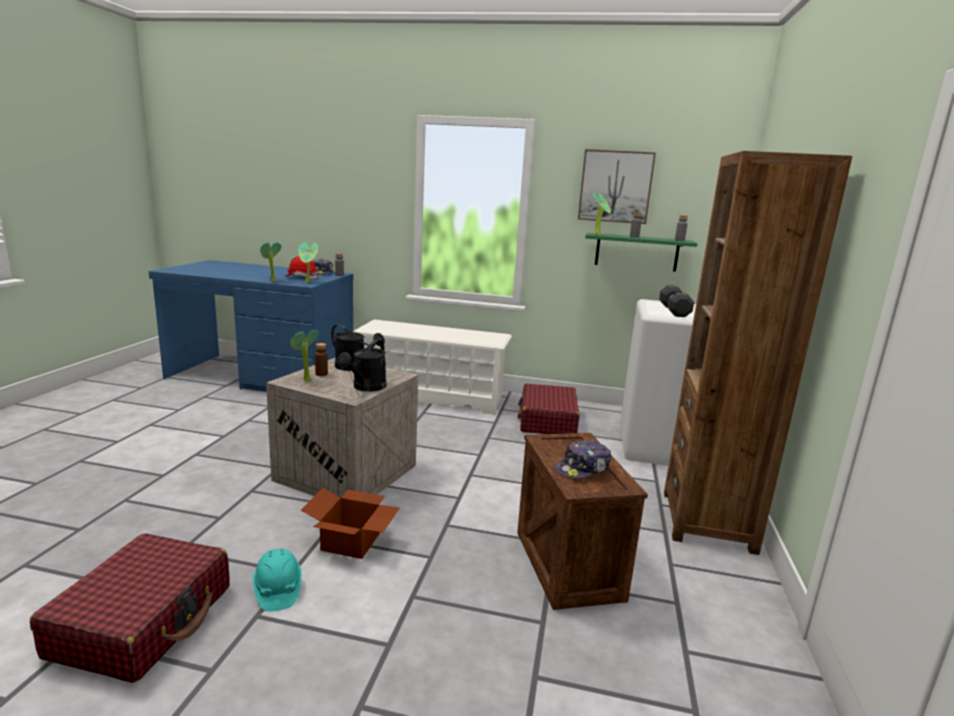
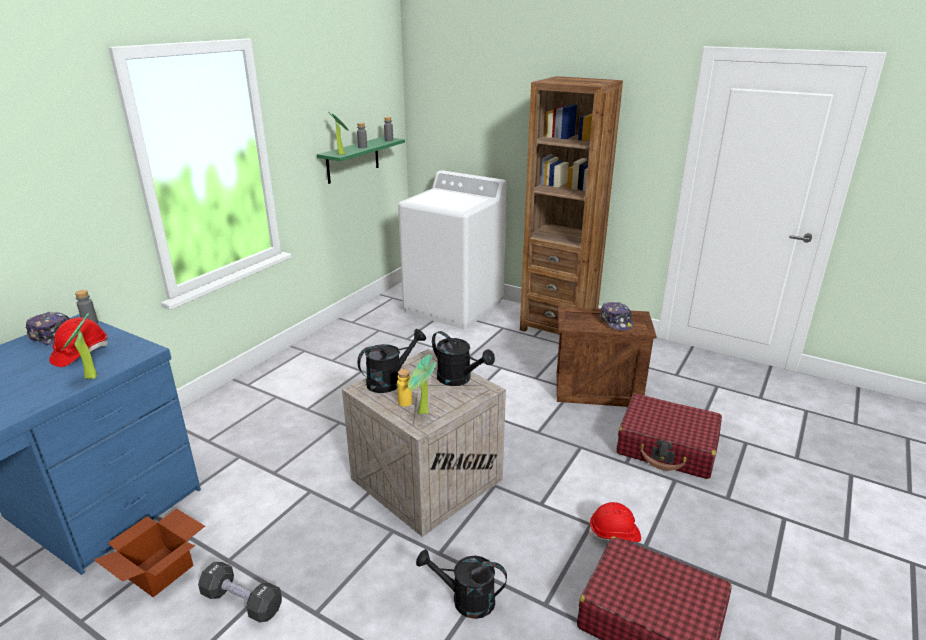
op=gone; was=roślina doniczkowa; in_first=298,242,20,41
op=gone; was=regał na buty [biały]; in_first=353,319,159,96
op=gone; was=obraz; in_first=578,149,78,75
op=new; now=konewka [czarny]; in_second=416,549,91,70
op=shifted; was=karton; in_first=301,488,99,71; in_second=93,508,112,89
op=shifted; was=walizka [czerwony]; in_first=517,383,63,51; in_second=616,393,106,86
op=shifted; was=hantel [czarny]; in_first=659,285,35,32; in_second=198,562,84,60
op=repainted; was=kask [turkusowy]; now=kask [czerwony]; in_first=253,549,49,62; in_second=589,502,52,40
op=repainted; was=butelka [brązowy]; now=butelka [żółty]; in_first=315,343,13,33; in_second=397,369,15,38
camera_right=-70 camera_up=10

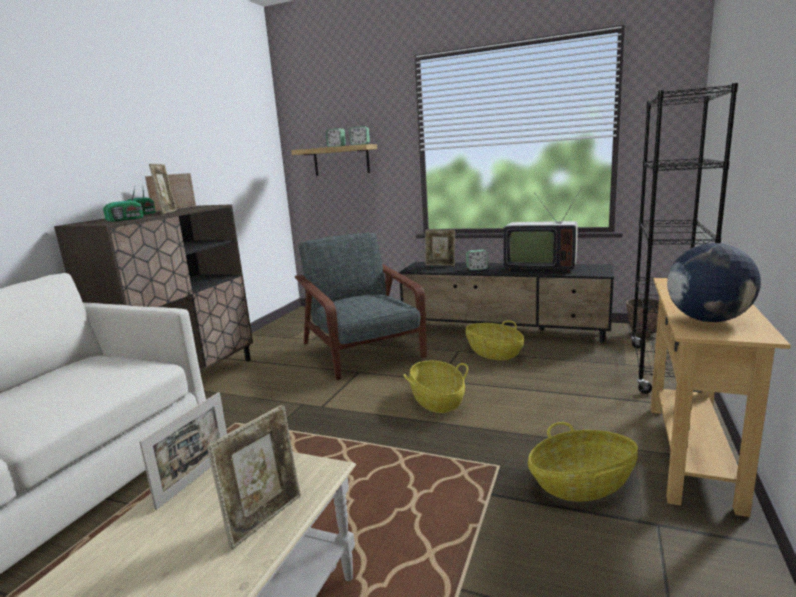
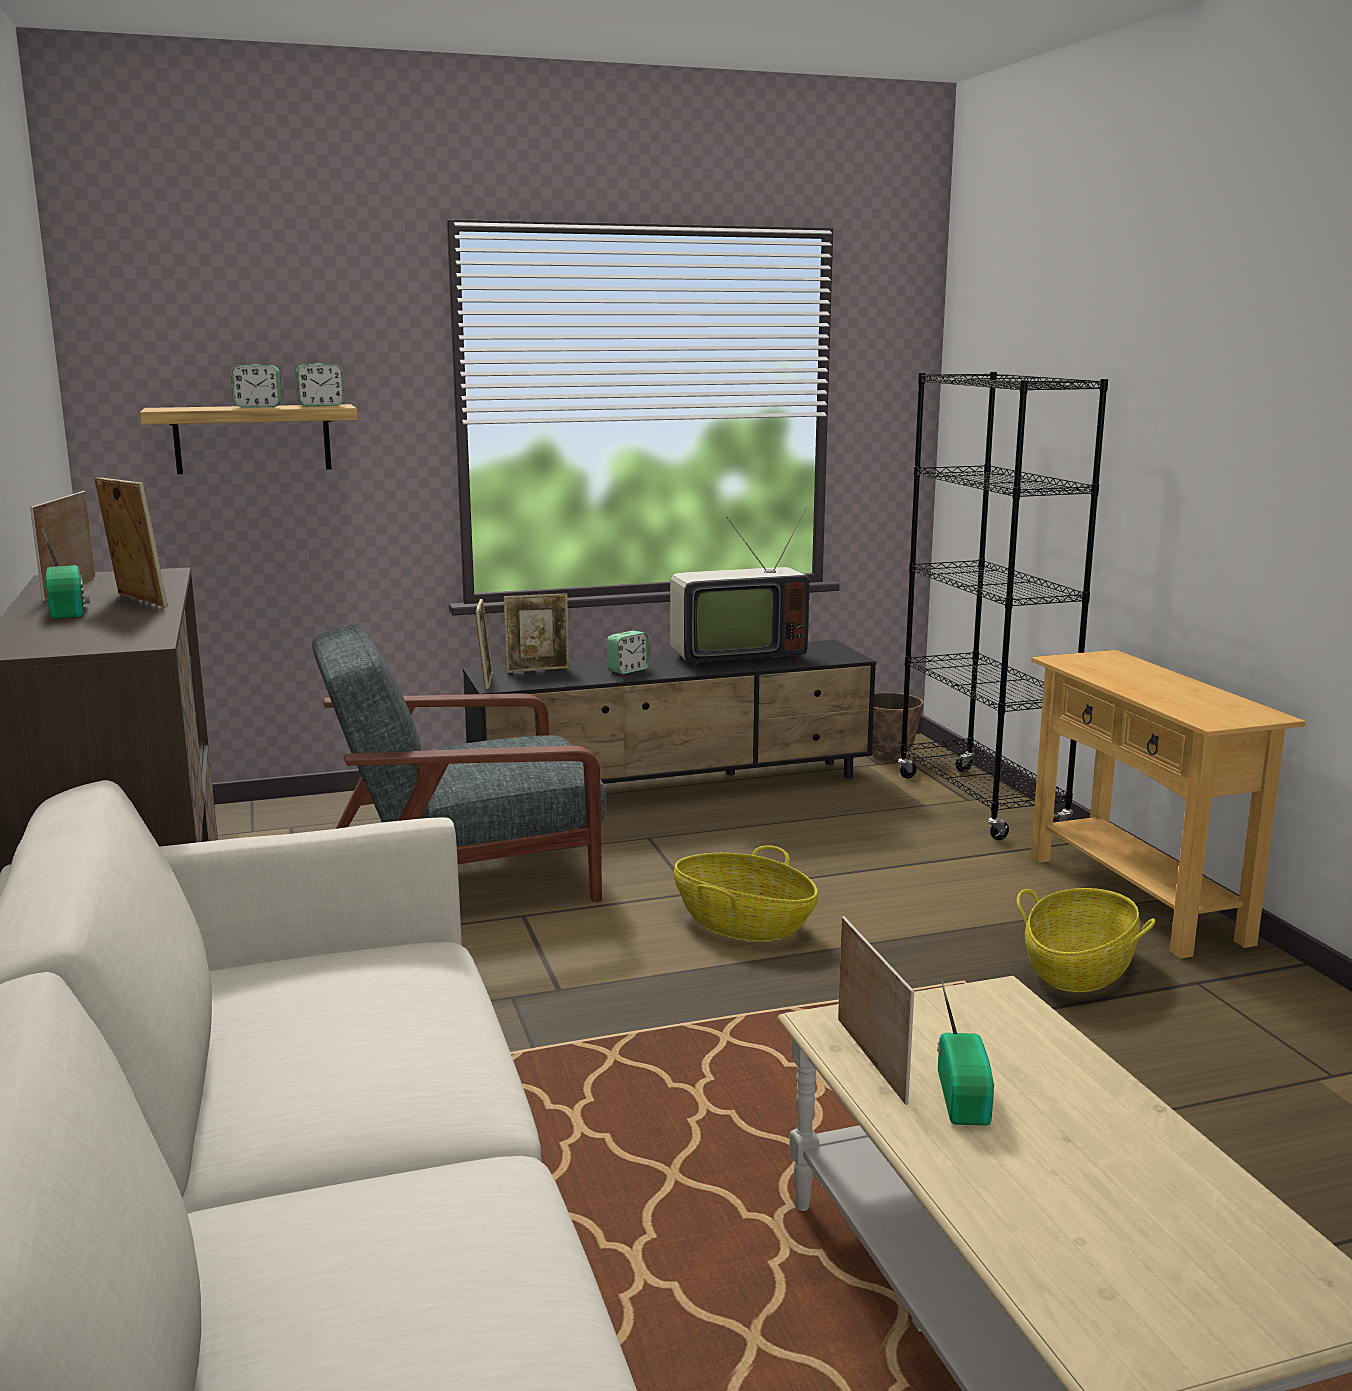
op=gone; was=koszyk; in_first=465,320,59,40
op=gone; was=globus; in_first=667,243,94,79
op=shifted; was=radio; in_first=103,188,40,34; in_second=937,979,57,147
op=shifted; was=ramka na zdjęcie; in_first=207,405,94,144; in_second=475,599,18,90
op=rotated; was=fotel [szary]; in_first=295,232,132,148; in_second=312,624,295,278; clockwise=-45
camera_right=-40 camera_up=0

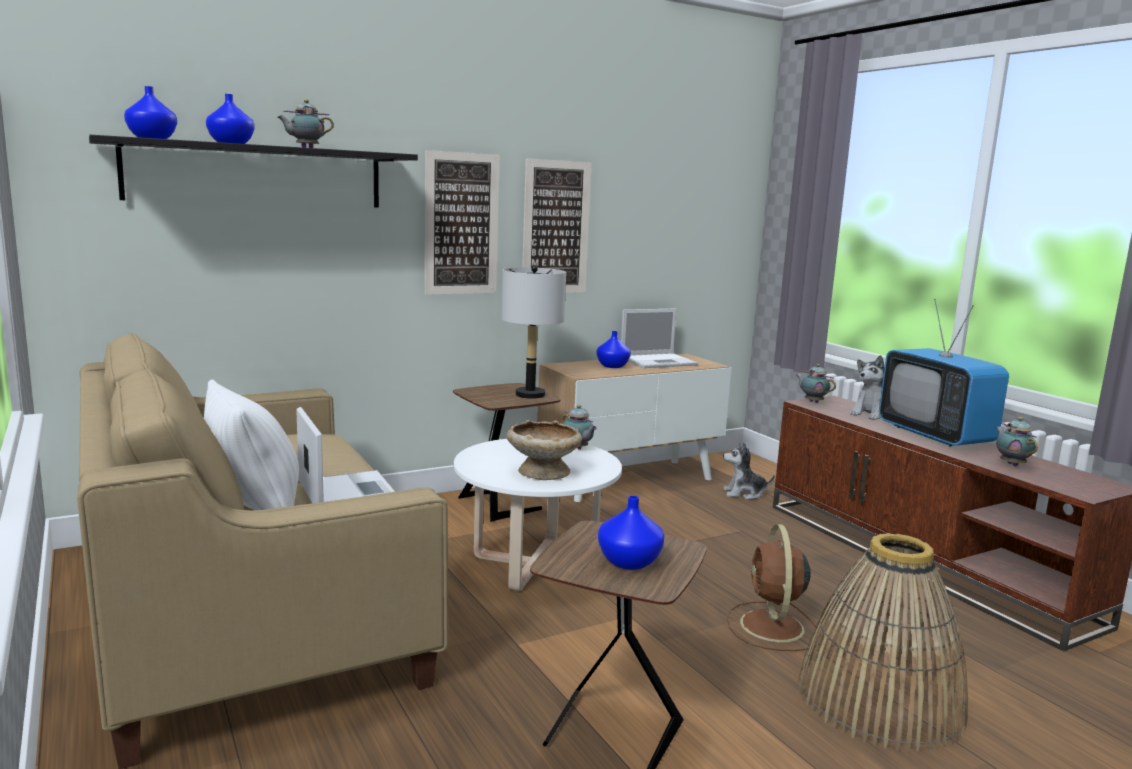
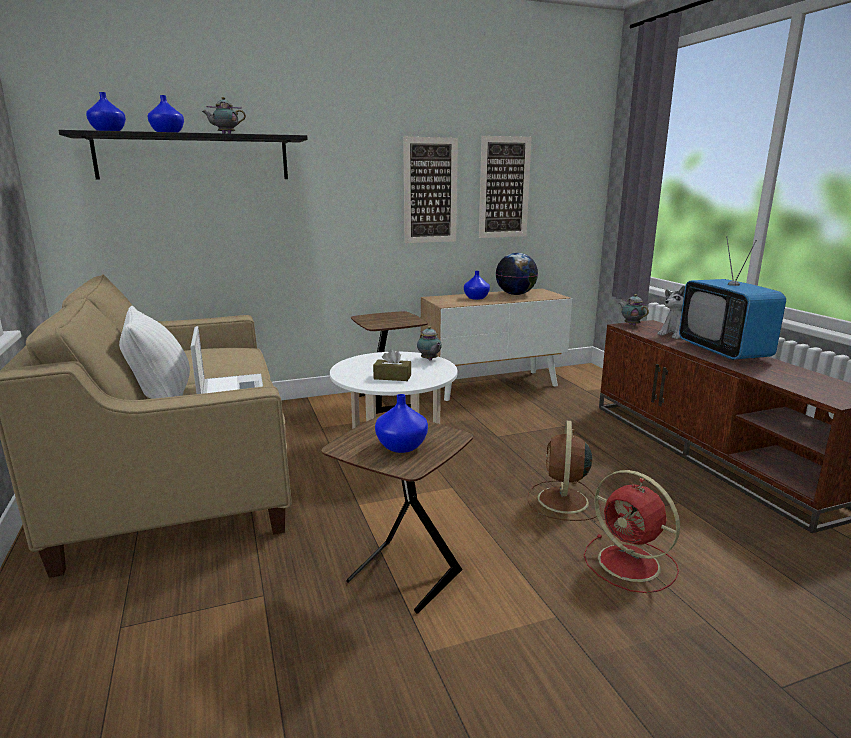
op=gone; was=lampa stołowa [szary]; in_first=501,265,65,134
op=gone; was=pluszak; in_first=723,442,52,58
op=gone; was=imbryk; in_first=995,417,43,49
op=shifted; was=obraz; in_first=425,150,75,145; in_second=479,136,53,102
op=swapped; was=miska [beżowy]; now=pudełko chusteczek [brązowy]; in_first=506,420,76,60; in_second=373,349,38,32
op=swapped; was=laptop; now=globus; in_first=621,309,77,59; in_second=495,253,43,42
op=swapped; was=koszyk; now=wentylator [czerwony]; in_first=798,533,170,219; in_second=584,470,96,123
camera_right=10 camera_up=5

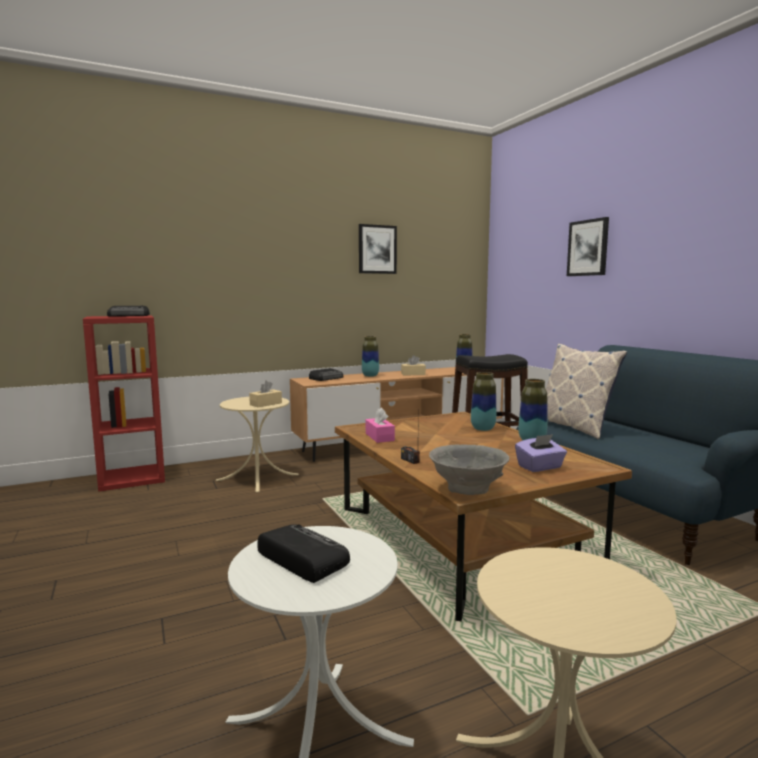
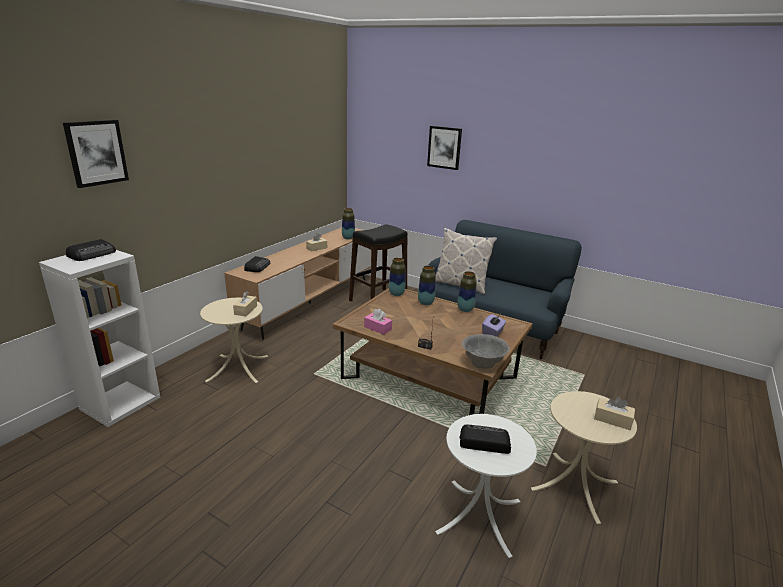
op=new; now=pudełko chusteczek [beżowy]; in_second=594,397,41,33
op=shifted; was=obraz; in_first=359,224,38,50; in_second=63,120,66,68
op=shifted; was=wazon; in_first=362,336,17,41; in_second=389,258,16,38
op=repainted; was=regał [czerwony]; now=regał [biały]; in_first=83,315,82,177; in_second=39,250,121,177
camera_right=-35 camera_up=15

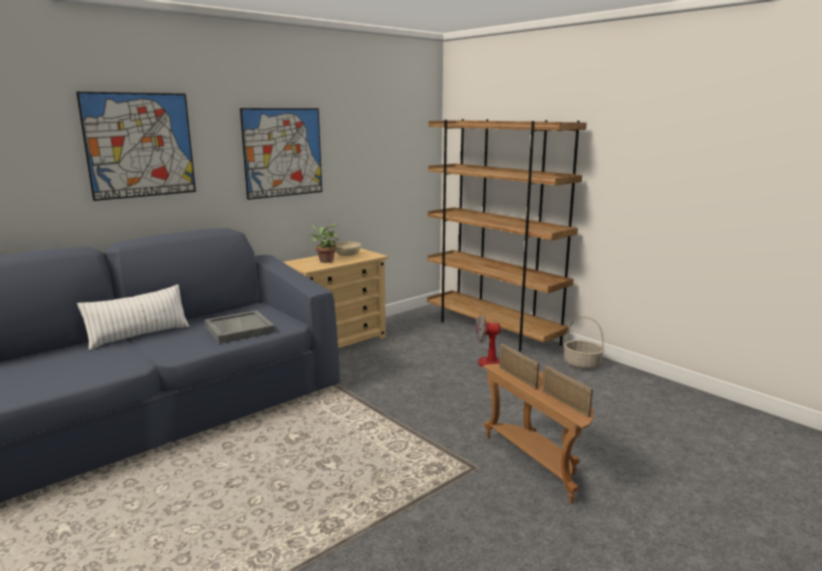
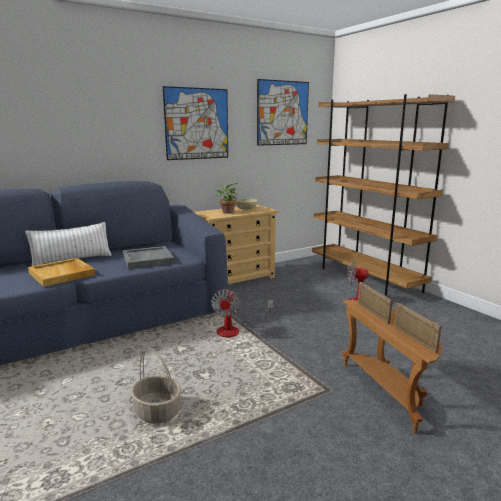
op=new; now=taca [beżowy]; in_second=28,258,67,29
op=new; now=wentylator; in_second=211,289,62,48
op=shifted; was=obraz; in_first=76,92,120,109; in_second=257,79,52,67
op=shifted; was=koszyk; in_first=563,316,41,54; in_second=131,348,50,75
camera_right=10 camera_up=0

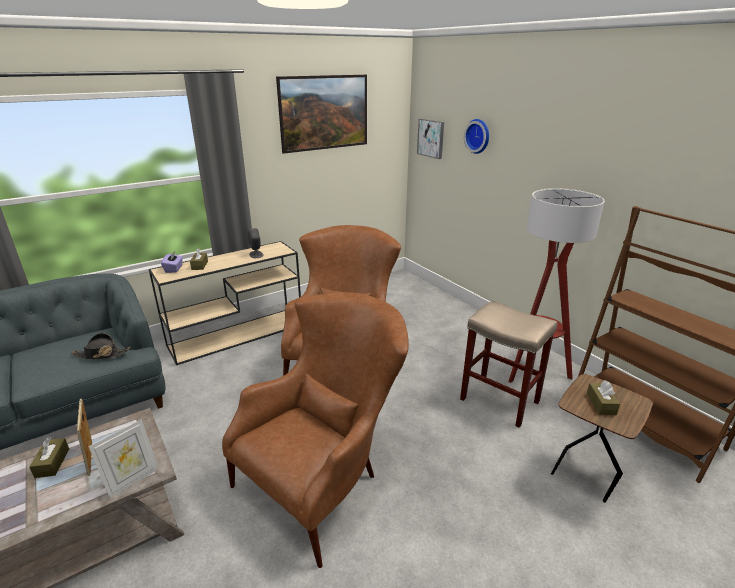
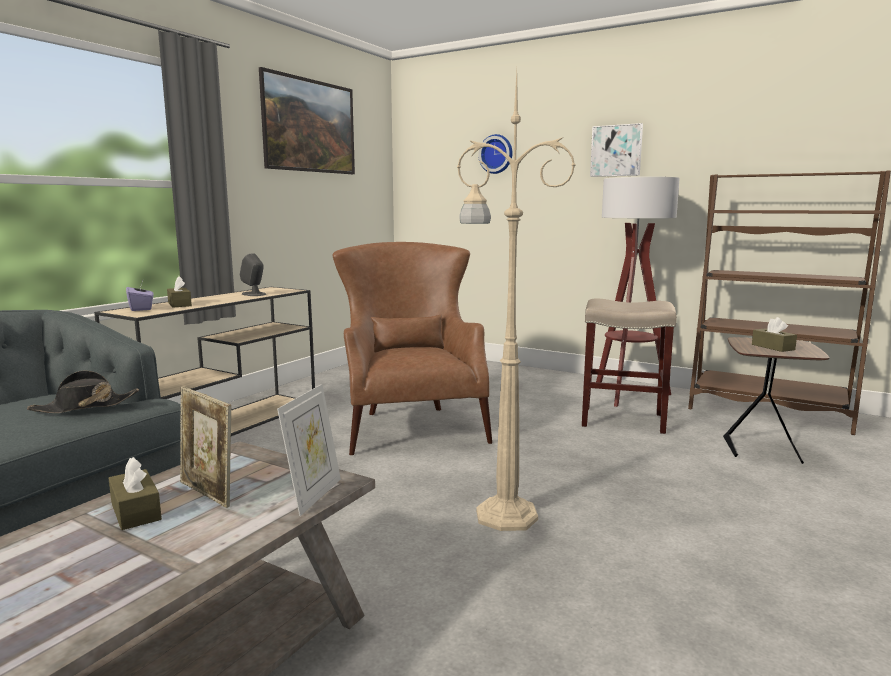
op=shifted; was=obraz; in_first=417,119,27,40; in_second=590,123,53,54
op=swapped; was=fotel [brązowy]; now=lampa stojąca [beżowy]; in_first=222,292,187,276; in_second=457,72,119,459
camera_right=-25 camera_up=-15

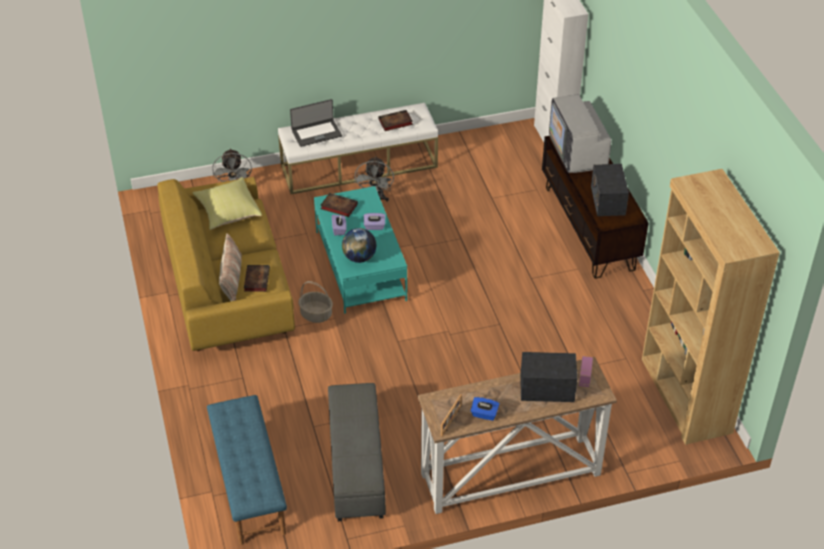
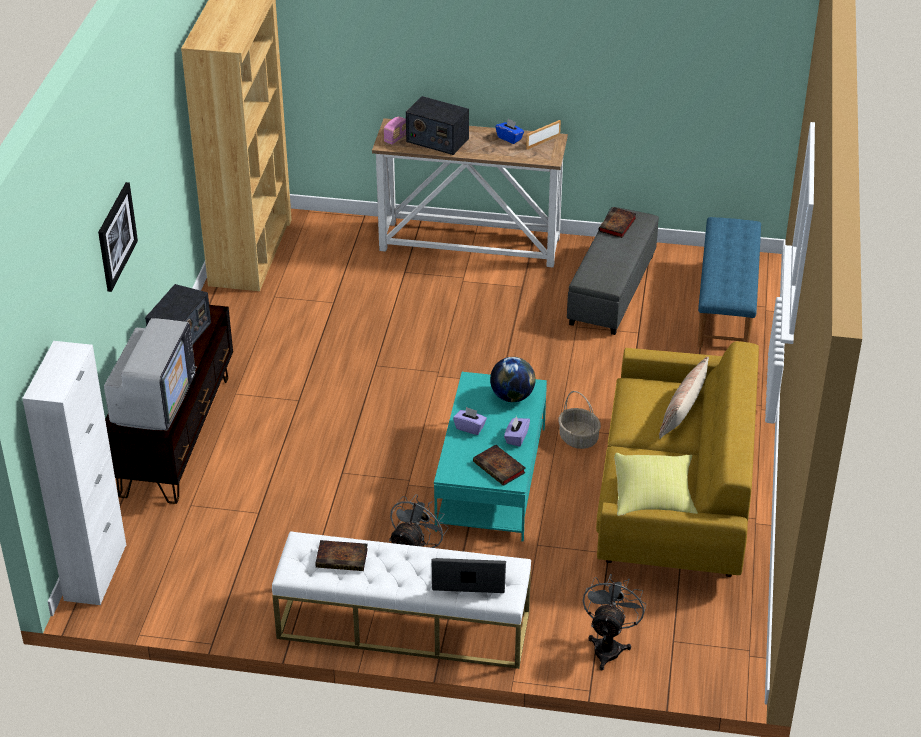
op=new; now=obraz; in_second=98,182,40,110
op=shifted; was=książka; in_first=244,265,26,27; in_second=598,207,39,31
camera_right=-155 camera_up=-5

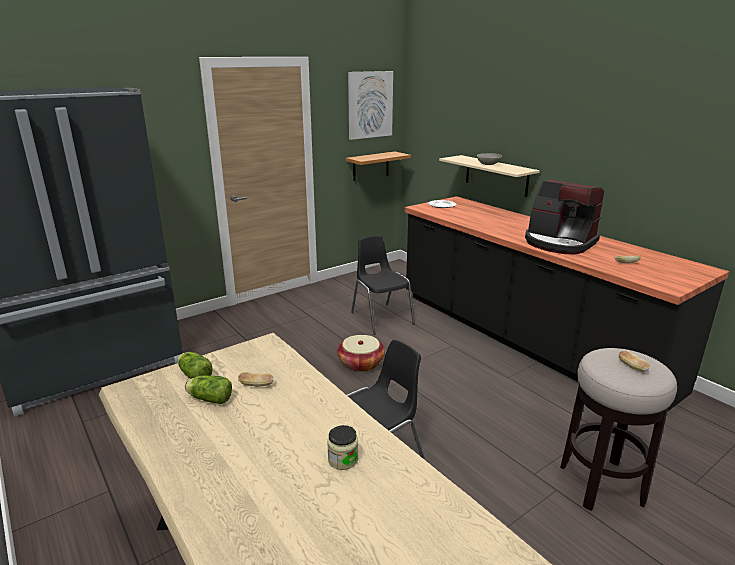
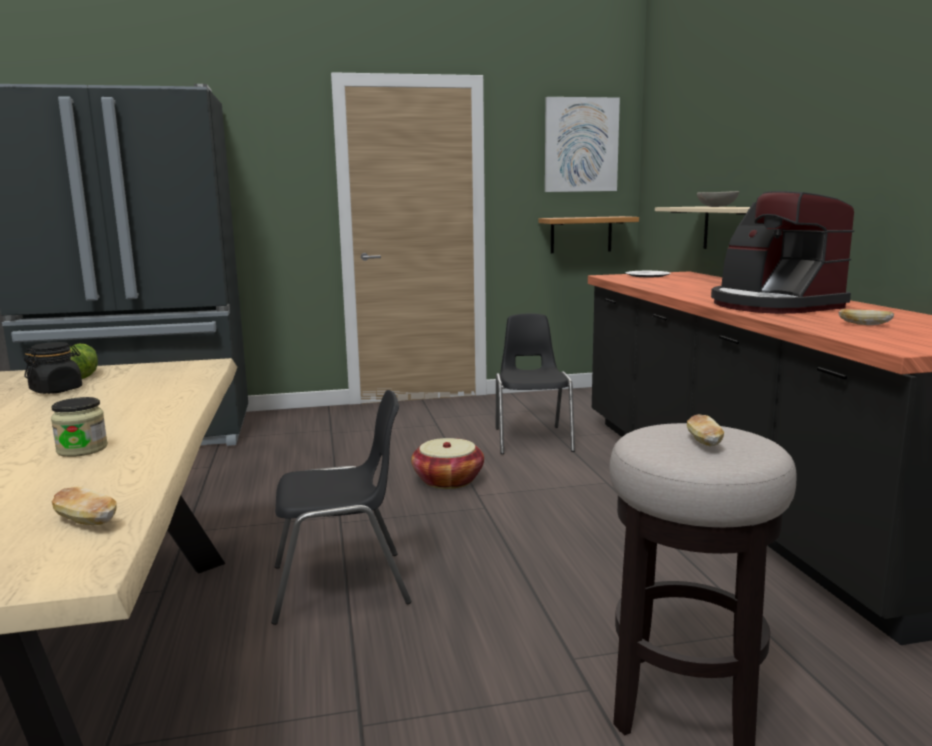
op=shifted; was=chleb; in_first=238,372,36,15; in_second=51,487,65,38
op=swapped; was=sałata; now=słoik [czarny]; in_first=185,376,47,28; in_second=24,342,58,52
camera_right=25 camera_up=-10

